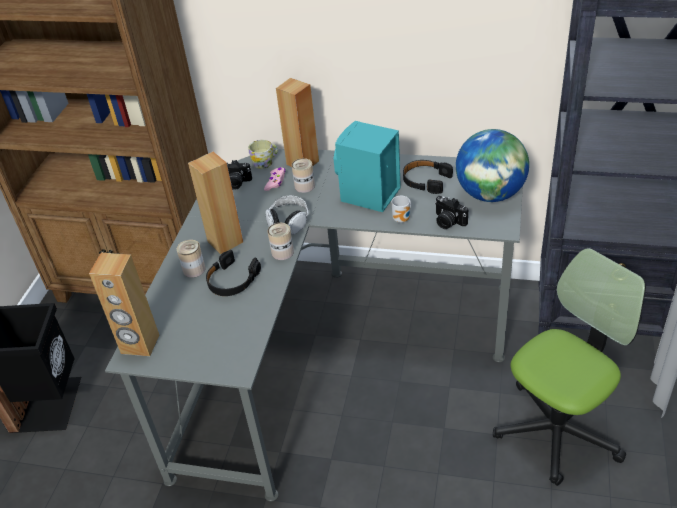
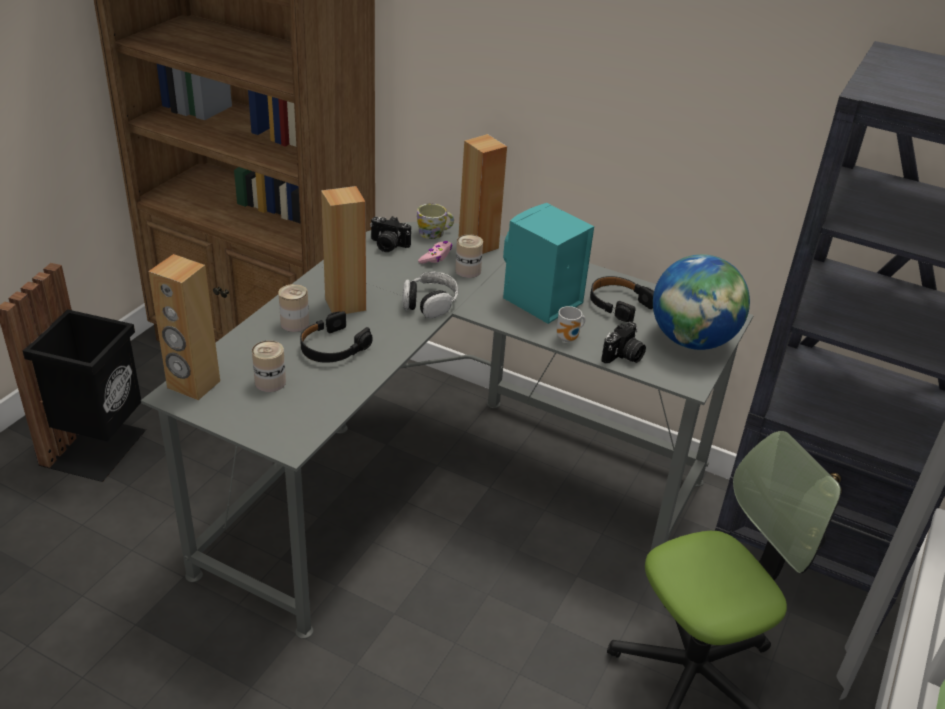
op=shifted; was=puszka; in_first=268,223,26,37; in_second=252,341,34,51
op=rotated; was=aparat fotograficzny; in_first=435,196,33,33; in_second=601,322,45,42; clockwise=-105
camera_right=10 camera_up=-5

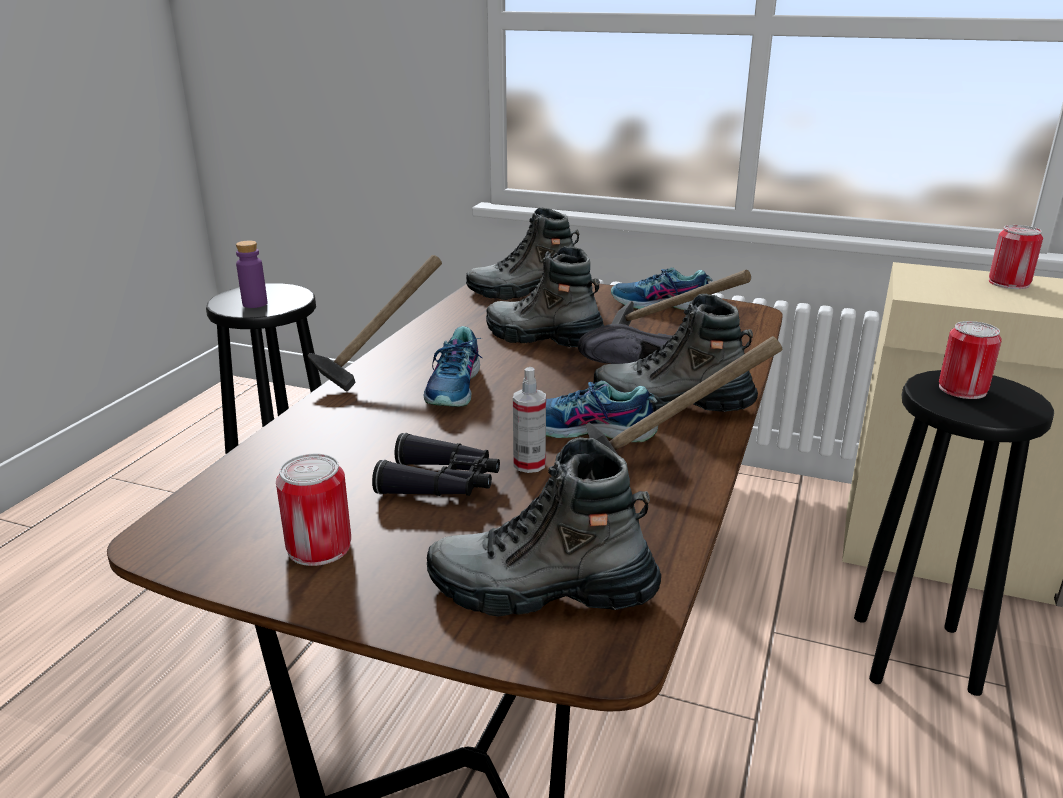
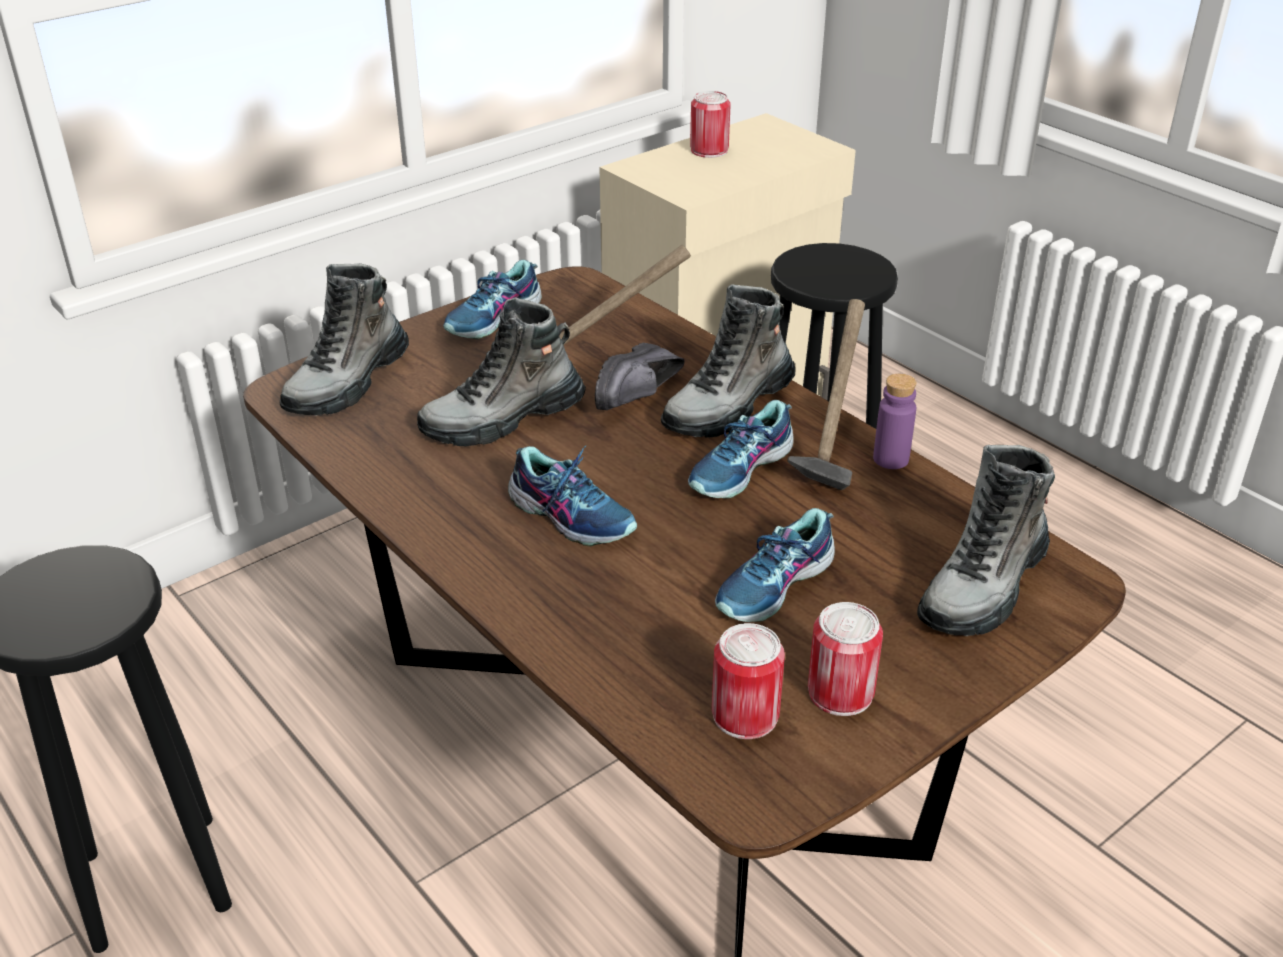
op=gone; was=młotek; in_first=308,255,134,136
op=gone; was=spryskiwacz; in_first=513,367,33,106
op=shifted; was=butelka [fioletowy]; in_first=236,241,31,67; in_second=873,374,43,95
op=shifted; was=puszka; in_first=939,321,63,78; in_second=712,623,73,116
op=swapped; was=lornetka [czarny]; now=but; in_first=372,433,128,63; in_second=715,508,120,114
camera_right=-60 camera_up=10

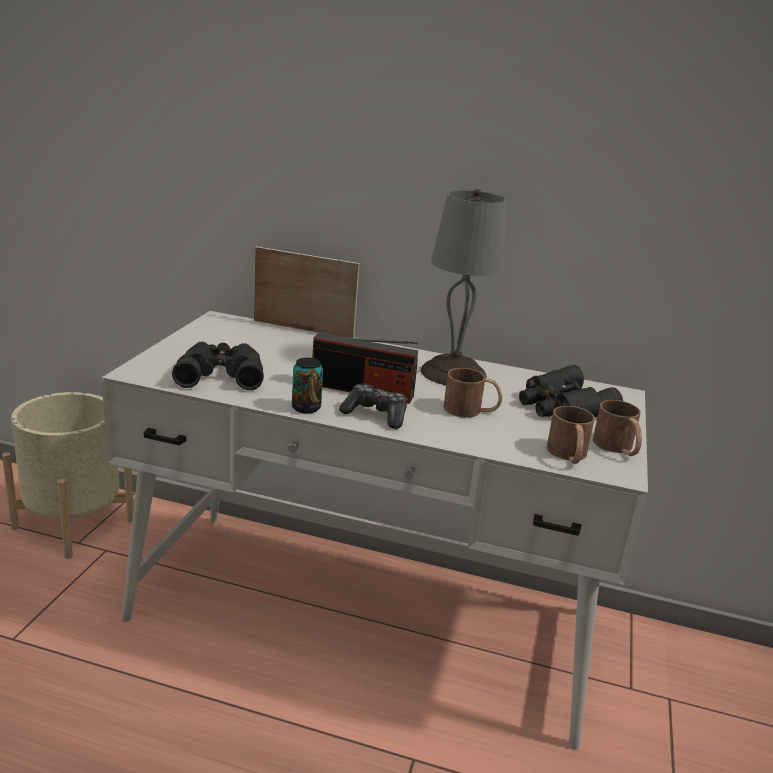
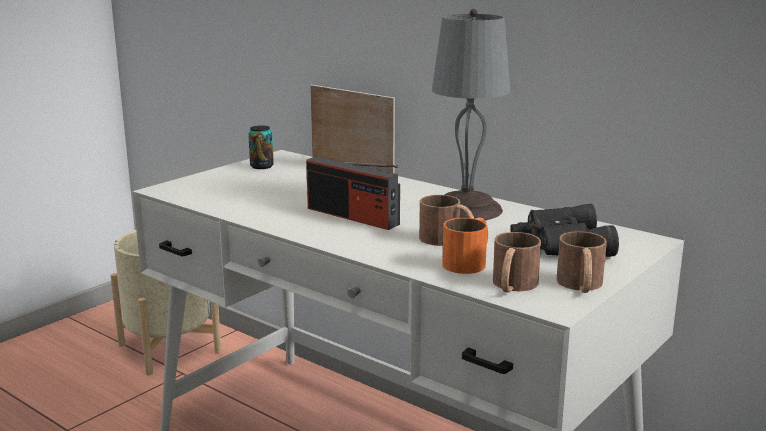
op=gone; was=lornetka [czarny]; in_first=172,342,92,48
op=gone; was=pad do gier; in_first=339,384,68,45
op=new; now=kubek [pomarańczowy]; in_second=442,217,46,57
op=shifted; was=puszka; in_first=292,357,31,57; in_second=248,125,26,44
camera_right=25 camera_up=-5

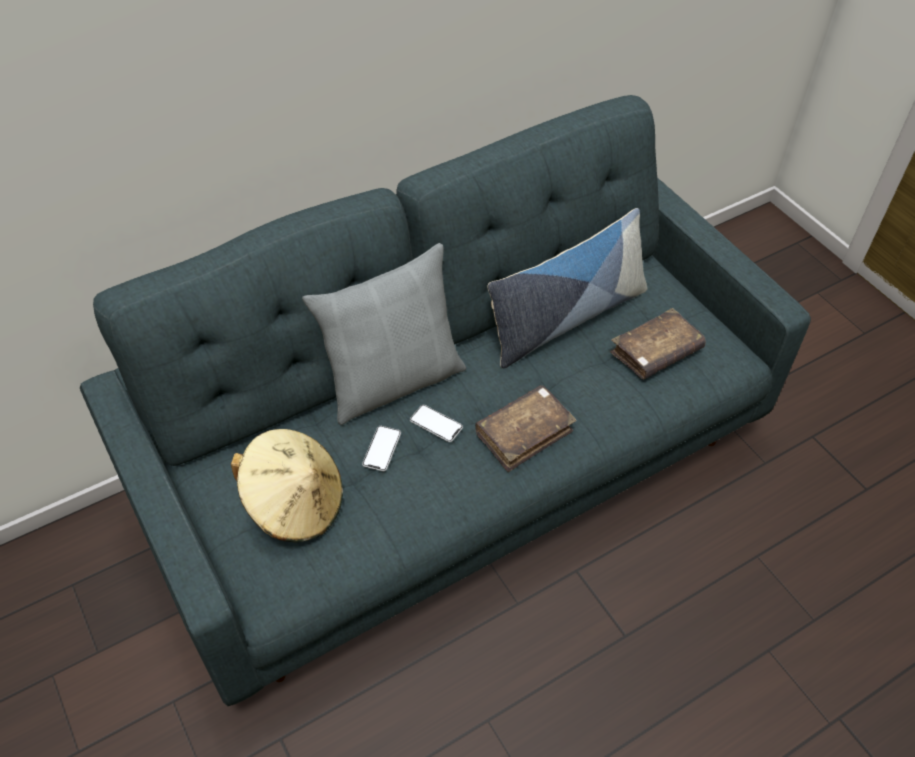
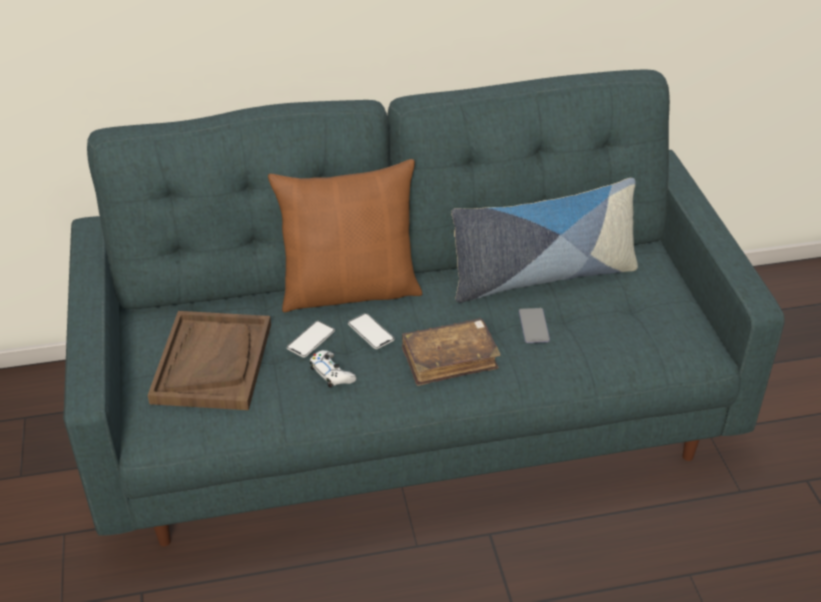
op=gone; was=książka [brązowy]; in_first=610,308,96,71
op=new; now=pad do gier [biały]; in_second=310,350,46,38
op=new; now=telefon; in_second=519,308,31,35
op=swapped; was=kapelusz [beżowy]; now=taca [brązowy]; in_first=231,429,112,114; in_second=148,311,123,99
op=repainted; was=poduszka [szary]; now=poduszka [brązowy]; in_first=302,243,164,182; in_second=268,159,154,153
camera_right=20 camera_up=-10

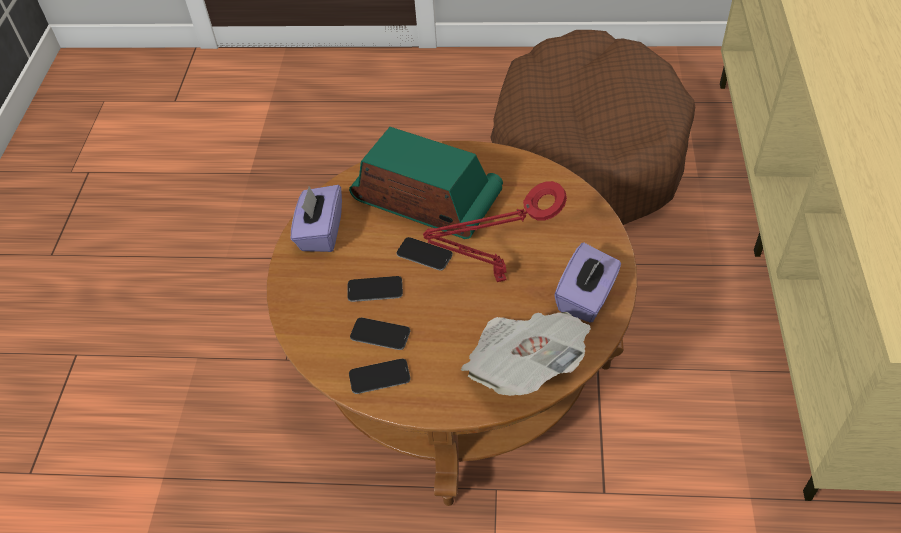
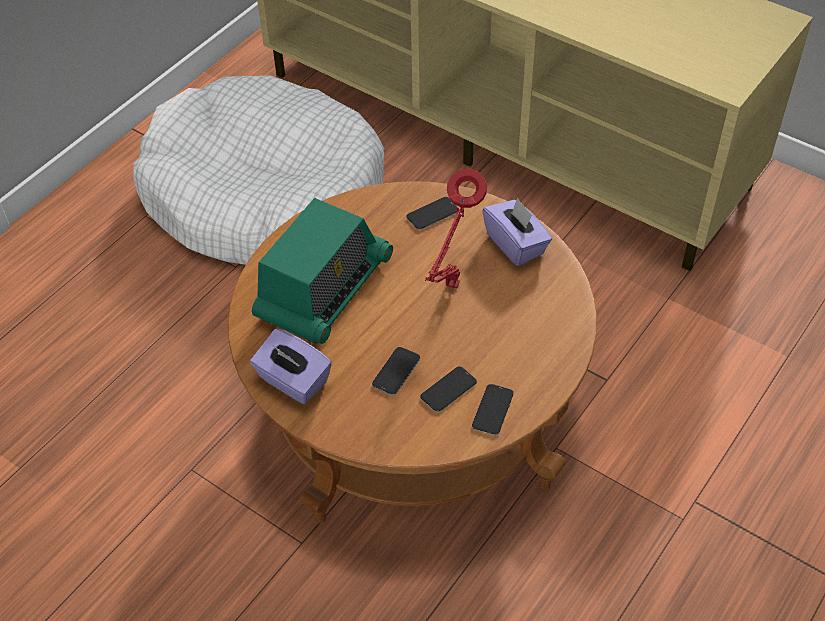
op=gone; was=gazeta; in_first=460,312,131,84
op=shifted; was=telefon; in_first=396,237,57,34; in_second=406,197,52,33
op=repainted; was=legowisko [brązowy]; now=legowisko [biały]; in_first=490,30,205,195; in_second=133,76,251,189
op=rotated; was=radio; in_first=349,127,154,112; in_second=252,198,141,146; clockwise=150
camera_right=-60 camera_up=0

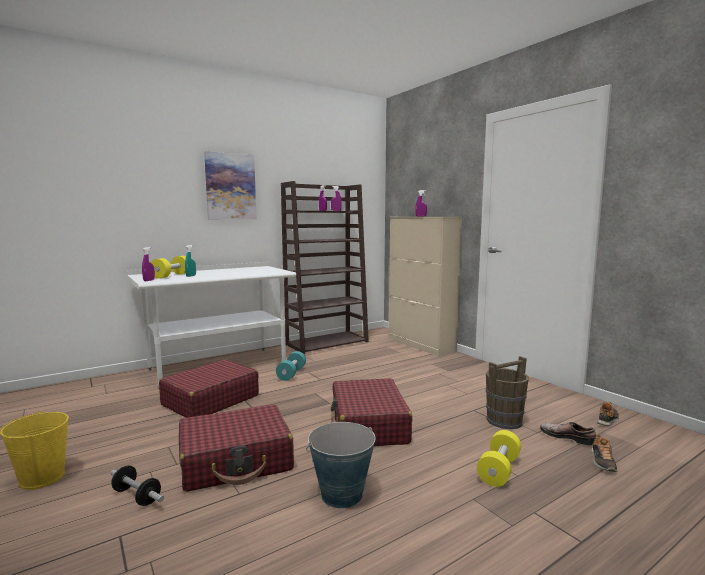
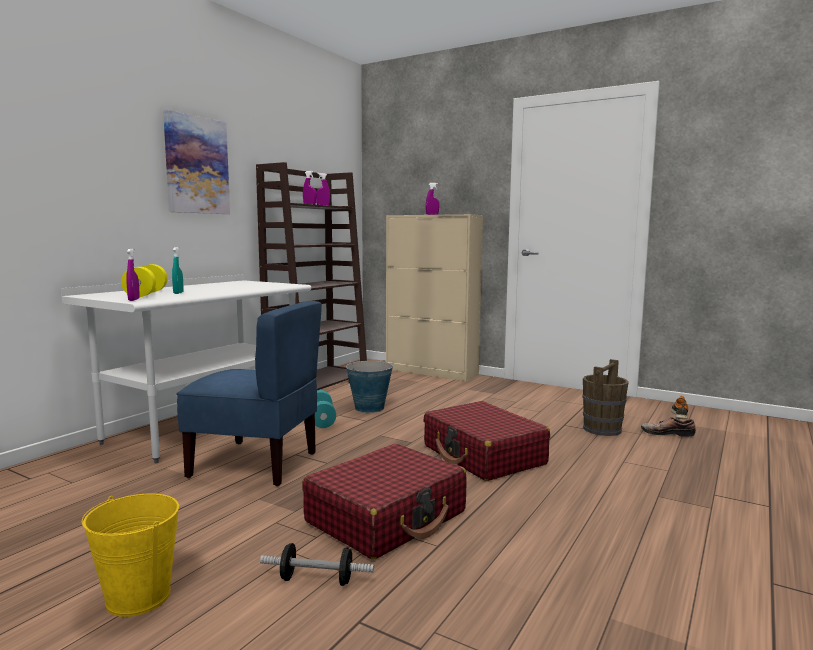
op=gone; was=hantel [żółty]; in_first=477,430,44,57
op=gone; was=but; in_first=591,435,27,37
op=shifted; was=wiadro; in_first=306,422,69,87; in_second=345,360,48,53
op=swapped; was=walizka [czerwony]; now=krzesło [niebieski]; in_first=159,359,100,59; in_second=176,301,146,185
camera_right=-25 camera_up=0

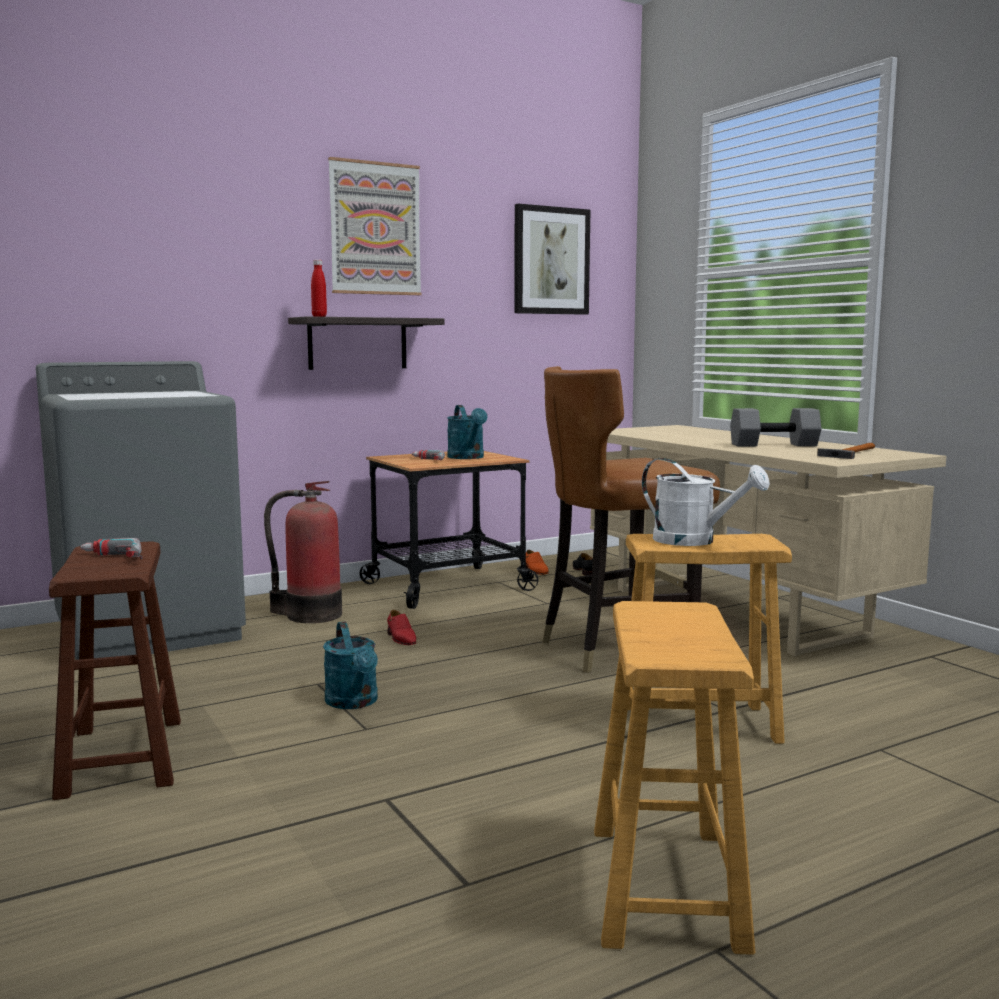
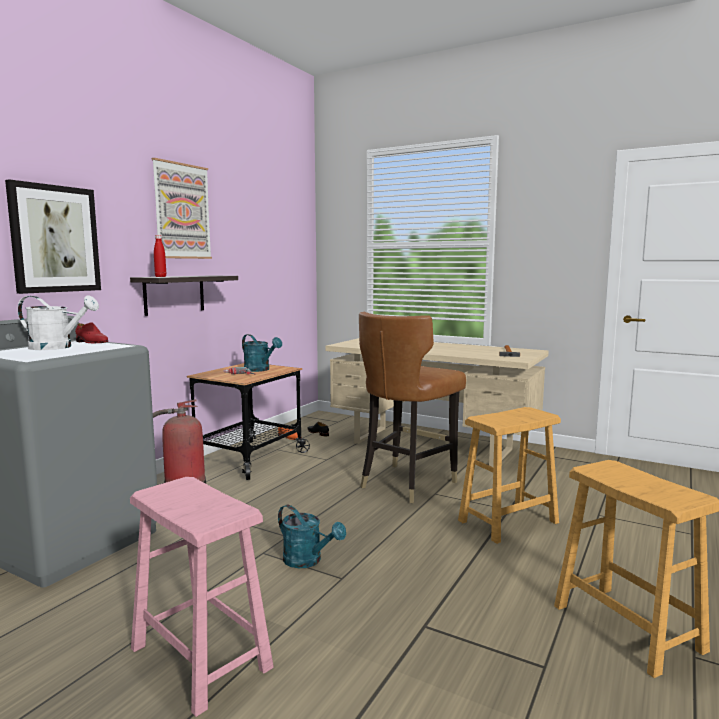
op=gone; was=wiertarka; in_first=80,538,63,22
op=gone; was=hantel [szary]; in_first=730,408,92,38
op=shifted; was=but [czerwony]; in_first=387,610,29,35; in_second=75,322,33,21
op=shifted; was=obraz; in_first=514,204,76,111; in_second=5,179,96,115
op=shifted; was=konewka [biały]; in_first=642,458,128,88; in_second=18,295,81,55
op=repainted; was=stołek [brązowy]; now=stołek [różowy]; in_first=49,541,132,259; in_second=130,477,144,240
camera_right=-30 camera_up=0

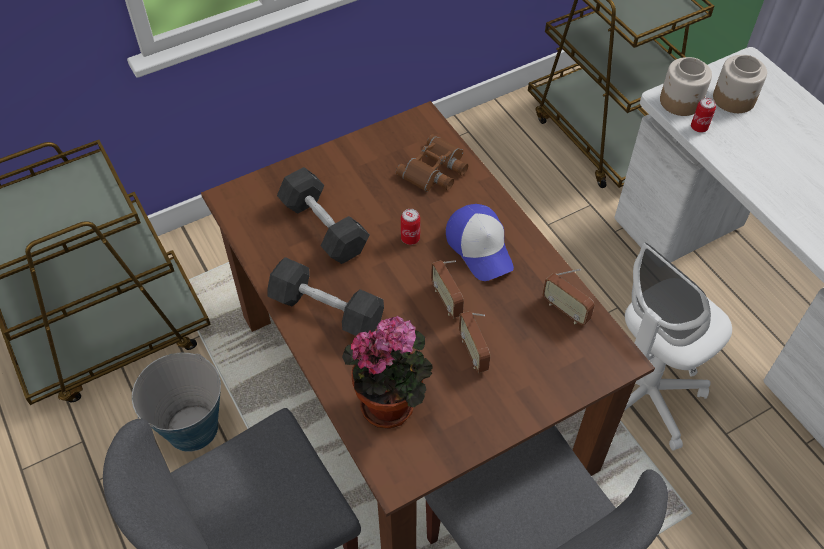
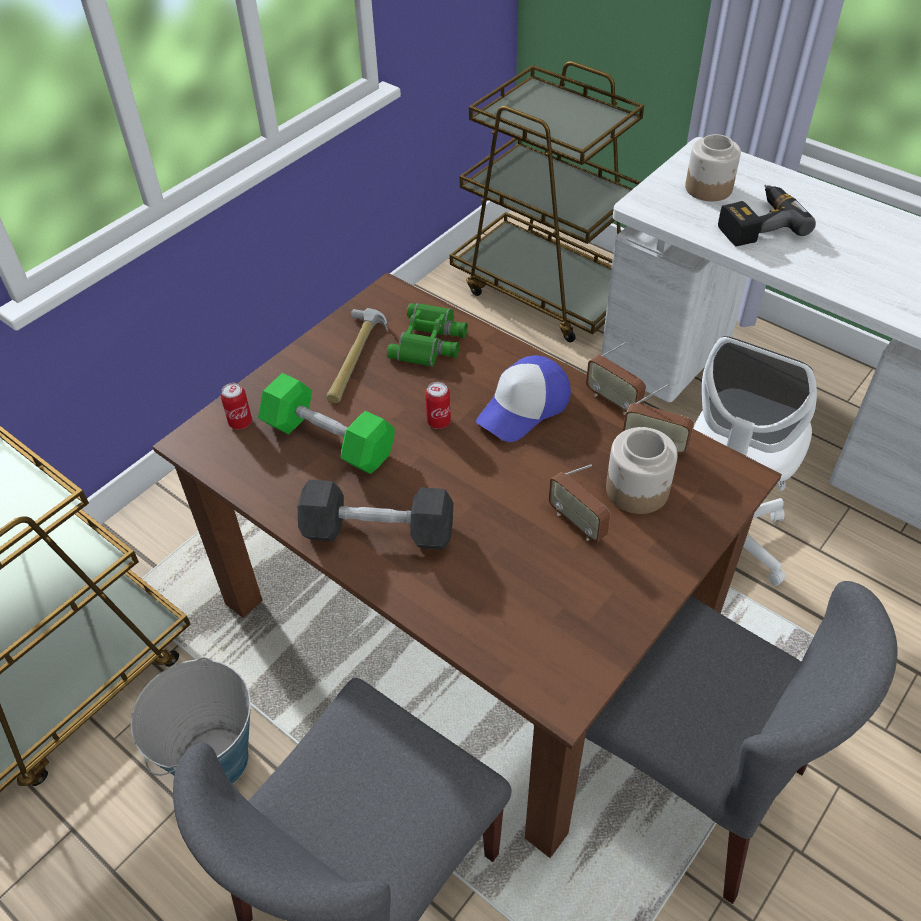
op=gone; was=roślina doniczkowa; in_first=342,316,91,113
op=new; now=młotek; in_second=326,308,62,95
op=new; now=wiertarka; in_second=718,185,98,62
op=shifted; was=radio; in_first=431,260,33,59; in_second=586,341,60,74
op=shifted; was=słoik; in_first=660,57,52,59; in_second=606,427,72,87
op=shifted; was=puszka; in_first=691,98,25,35; in_second=221,383,31,46
op=repainted; was=hantel [czarny]; now=hantel [zielony]; in_first=277,167,93,97; in_second=258,373,137,101
op=repainted; was=lornetka [brązowy]; now=lornetka [zielony]; in_first=396,134,72,58; in_second=387,303,81,64
op=rotated; was=czapka z daszkiem; in_first=446,204,68,77; in_second=476,355,95,87; clockwise=90
camera_right=-20 camera_up=-5

